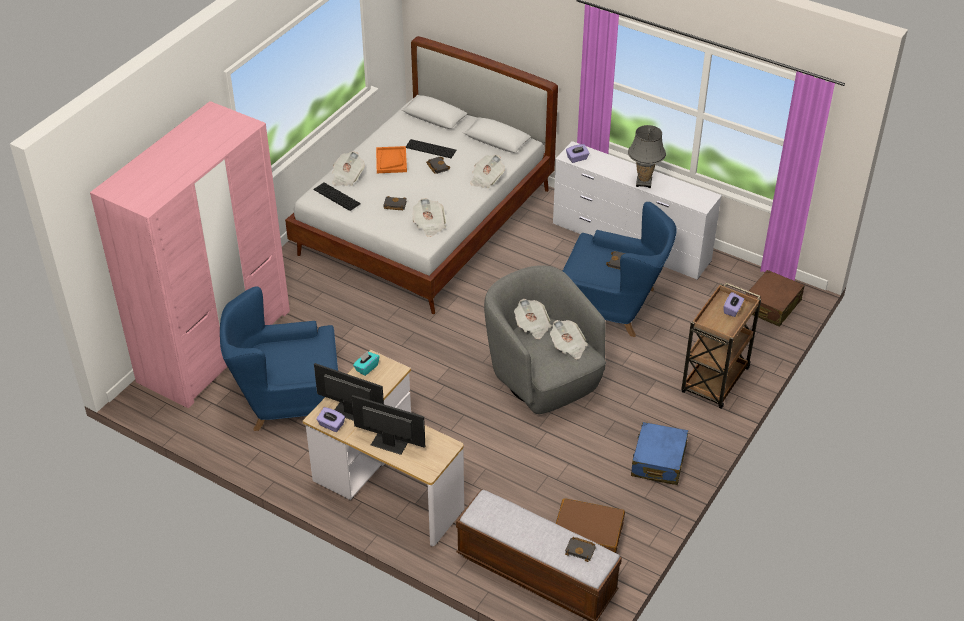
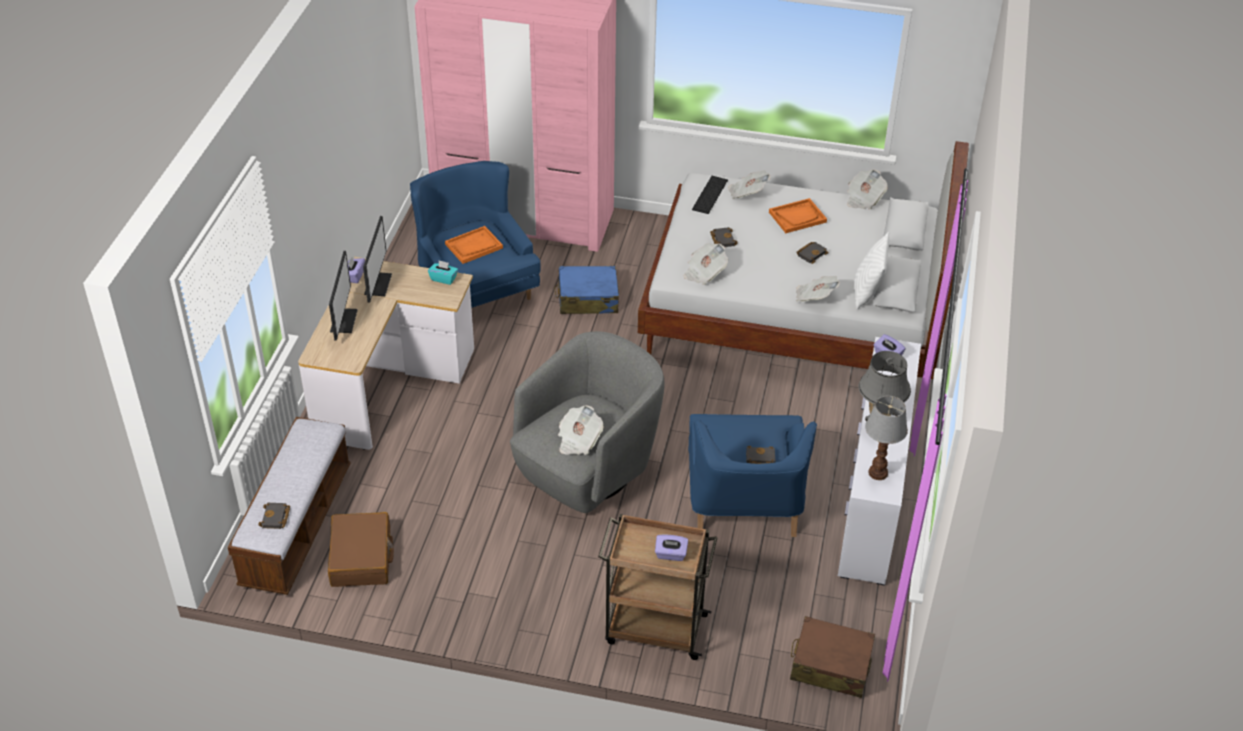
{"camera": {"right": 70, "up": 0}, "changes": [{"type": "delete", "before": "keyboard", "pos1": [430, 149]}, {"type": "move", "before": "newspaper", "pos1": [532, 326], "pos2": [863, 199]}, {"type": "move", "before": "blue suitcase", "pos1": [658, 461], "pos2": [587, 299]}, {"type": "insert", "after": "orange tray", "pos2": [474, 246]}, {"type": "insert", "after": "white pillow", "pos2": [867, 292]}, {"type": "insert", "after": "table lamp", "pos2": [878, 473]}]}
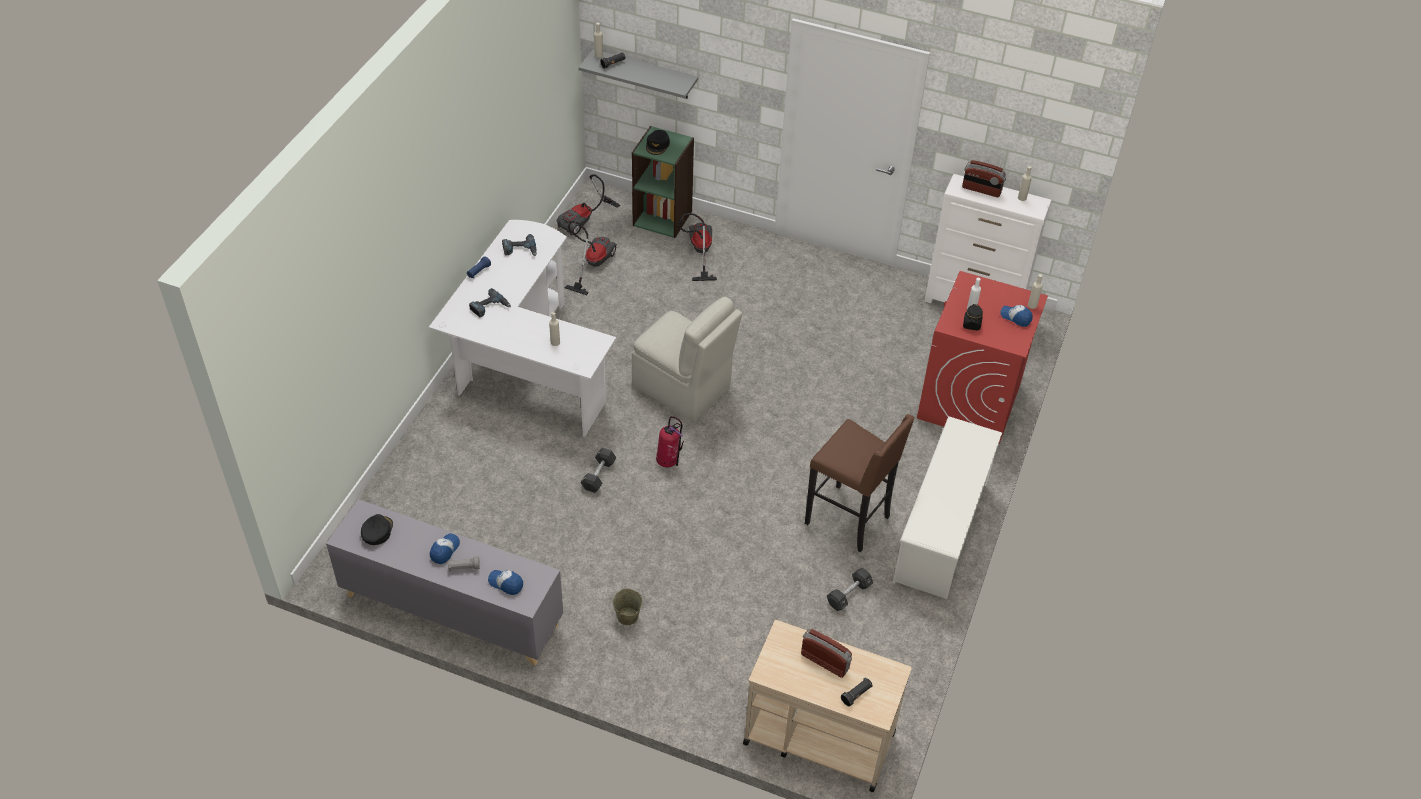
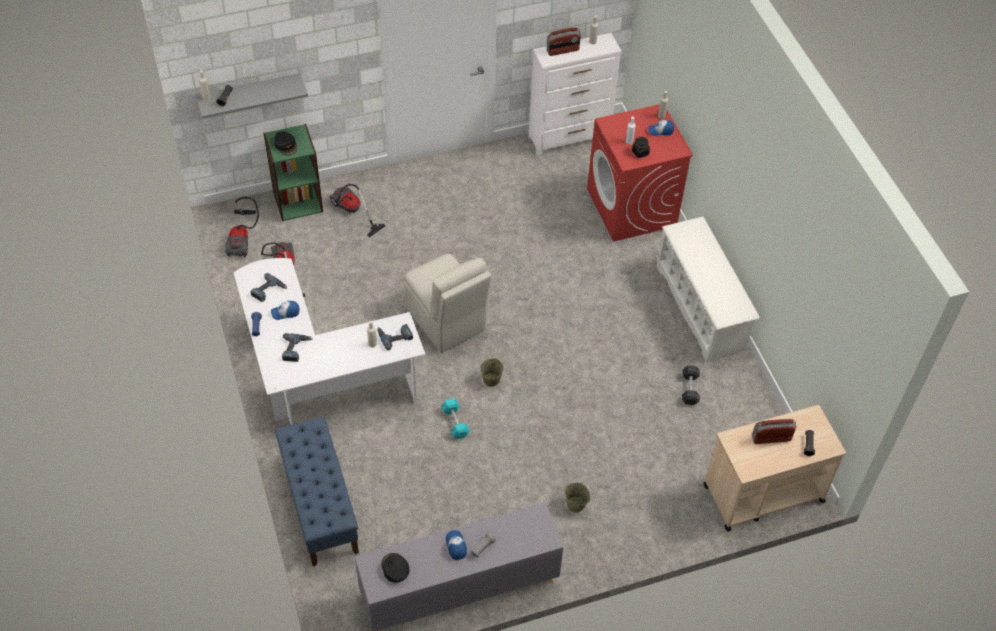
{"camera": {"right": -40, "up": 5}, "changes": [{"type": "move", "before": "cap", "pos1": [506, 583], "pos2": [285, 312]}, {"type": "recolor", "before": "black dumbbell", "after": "turquoise dumbbell", "pos1": [598, 475], "pos2": [455, 422]}, {"type": "rotate", "before": "beige chair", "pos1": [683, 388], "pos2": [446, 321], "turn": 60}, {"type": "replace", "before": "fire extinguisher", "after": "beige bucket", "pos1": [669, 462], "pos2": [491, 380]}, {"type": "delete", "before": "brown stool", "pos1": [849, 520]}, {"type": "insert", "after": "blue bench", "pos2": [319, 505]}, {"type": "insert", "after": "power drill", "pos2": [394, 336]}]}
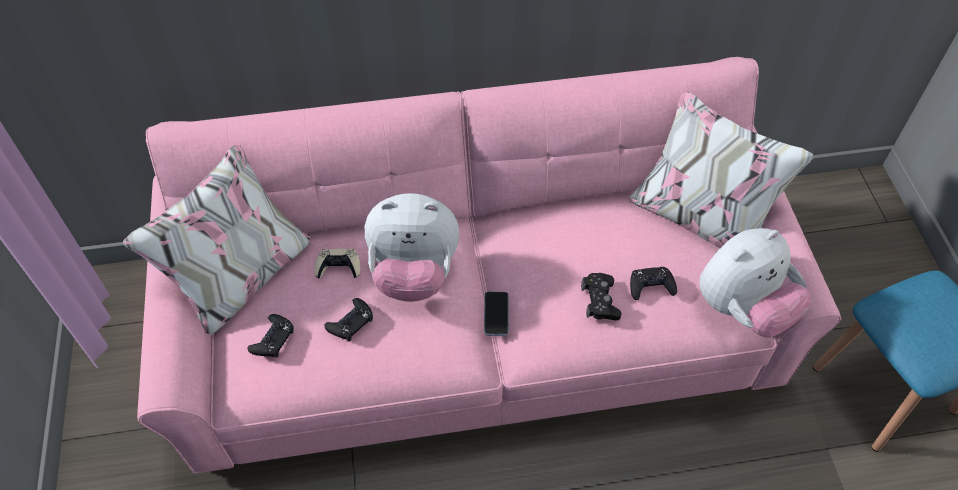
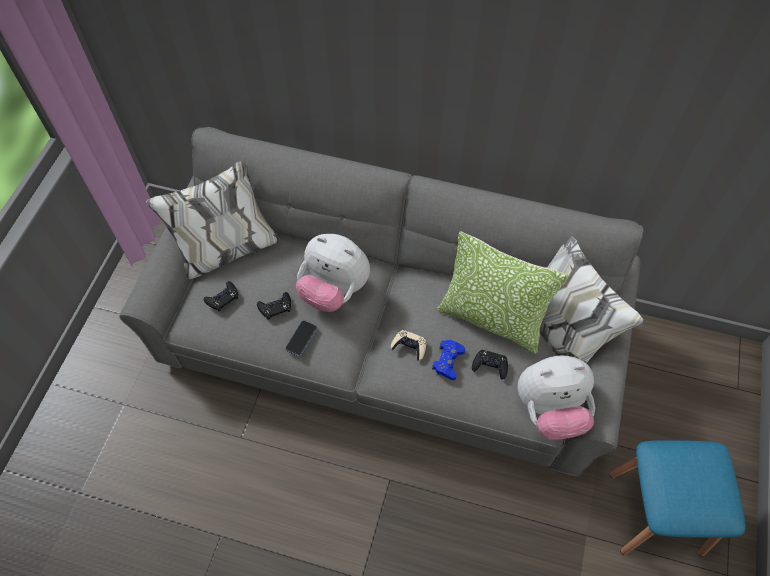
{"camera": {"right": 25, "up": 5}, "changes": [{"type": "recolor", "before": "pink sofa", "after": "grey sofa", "pos1": [479, 324], "pos2": [386, 339]}, {"type": "move", "before": "beige game controller", "pos1": [338, 267], "pos2": [409, 346]}, {"type": "move", "before": "phone", "pos1": [496, 314], "pos2": [301, 338]}, {"type": "recolor", "before": "black game controller", "after": "blue game controller", "pos1": [600, 301], "pos2": [448, 361]}, {"type": "insert", "after": "pillow", "pos2": [491, 319]}]}
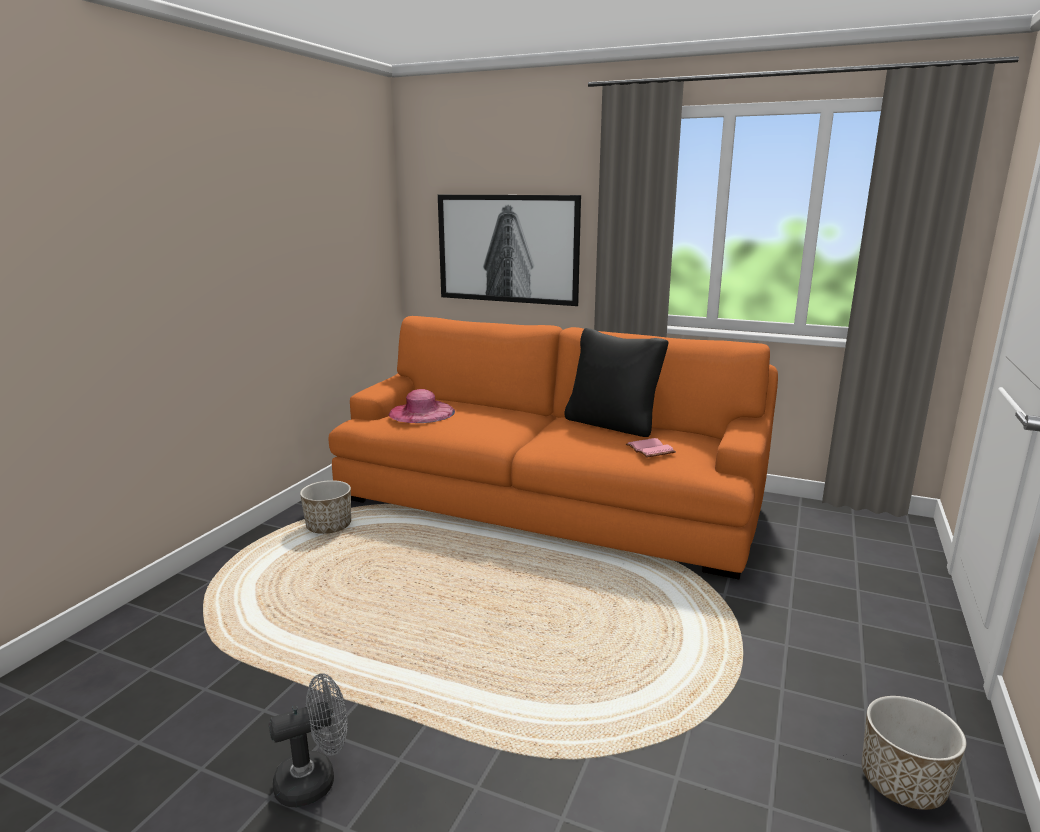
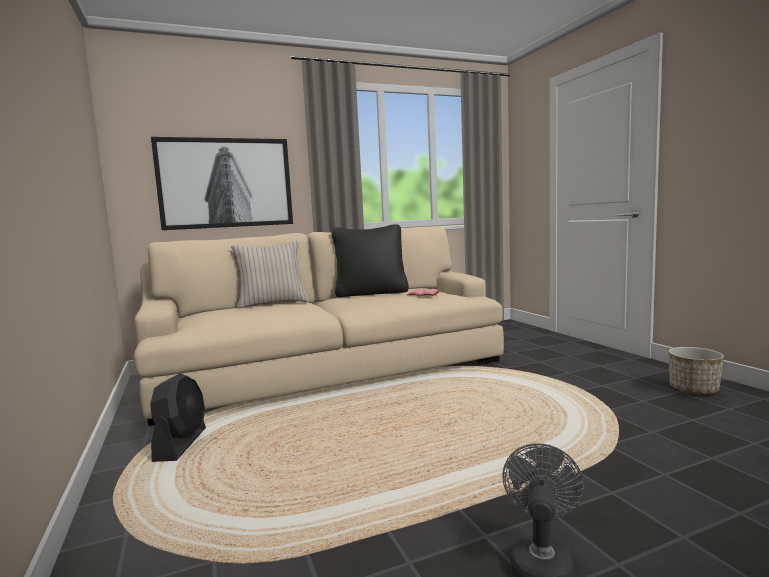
{"camera": {"right": -45, "up": -10}, "changes": [{"type": "replace", "before": "planter", "after": "black fan", "pos1": [329, 527], "pos2": [181, 444]}, {"type": "recolor", "before": "orange sofa", "after": "beige sofa", "pos1": [546, 502], "pos2": [329, 370]}, {"type": "delete", "before": "pink hat", "pos1": [421, 412]}, {"type": "insert", "after": "beige pillow", "pos2": [272, 303]}]}
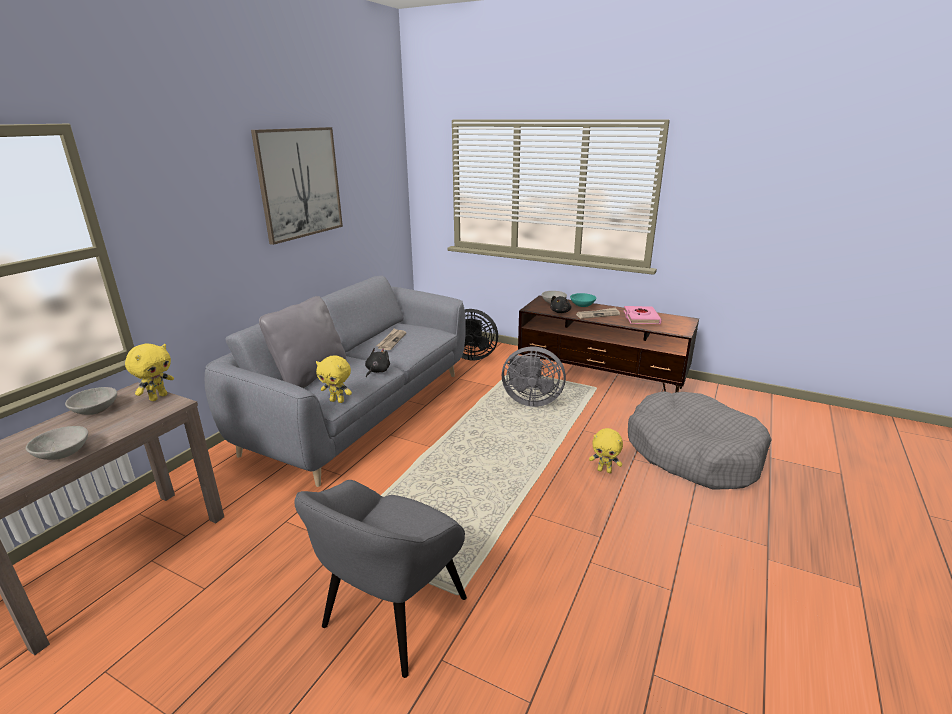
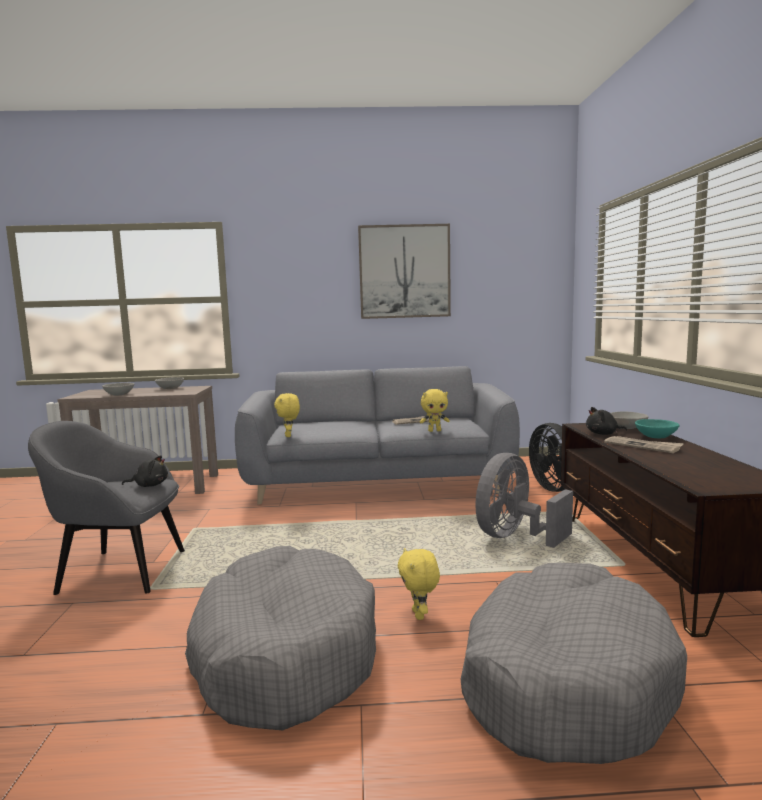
{"camera": {"right": 60, "up": -15}, "changes": [{"type": "move", "before": "yellow plush toy", "pos1": [158, 397], "pos2": [434, 431]}, {"type": "delete", "before": "grey pillow", "pos1": [310, 376]}, {"type": "move", "before": "black plush toy", "pos1": [377, 371], "pos2": [149, 485]}, {"type": "rotate", "before": "grey fan", "pos1": [530, 400], "pos2": [514, 537], "turn": 60}, {"type": "delete", "before": "pink book", "pos1": [641, 318]}, {"type": "insert", "after": "grey dog bed", "pos2": [284, 653]}]}
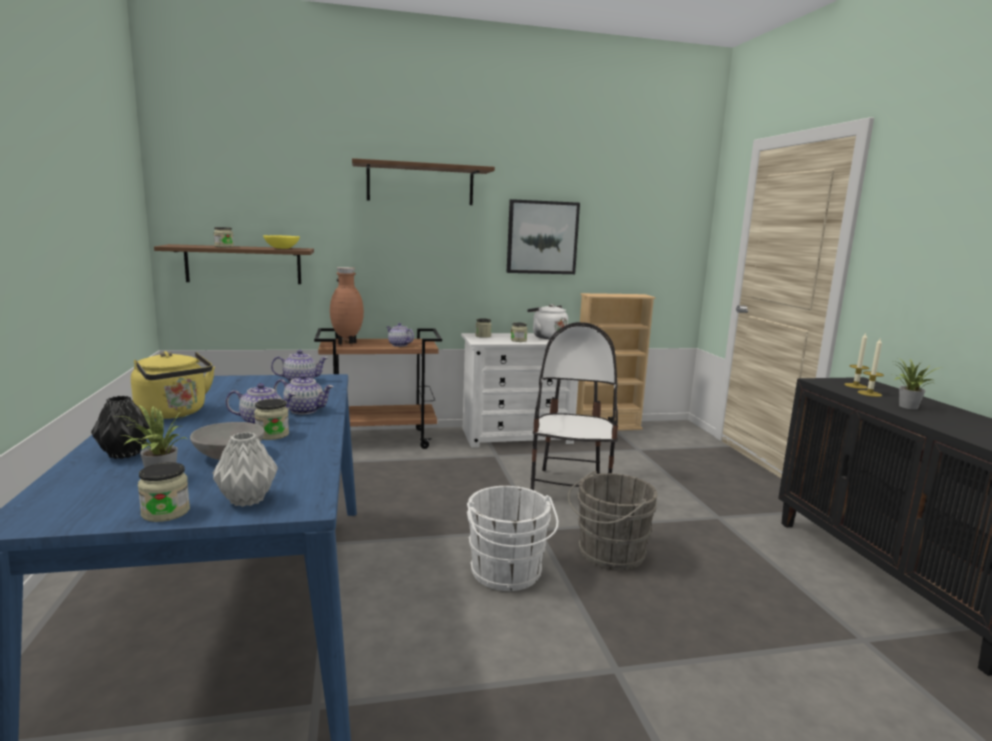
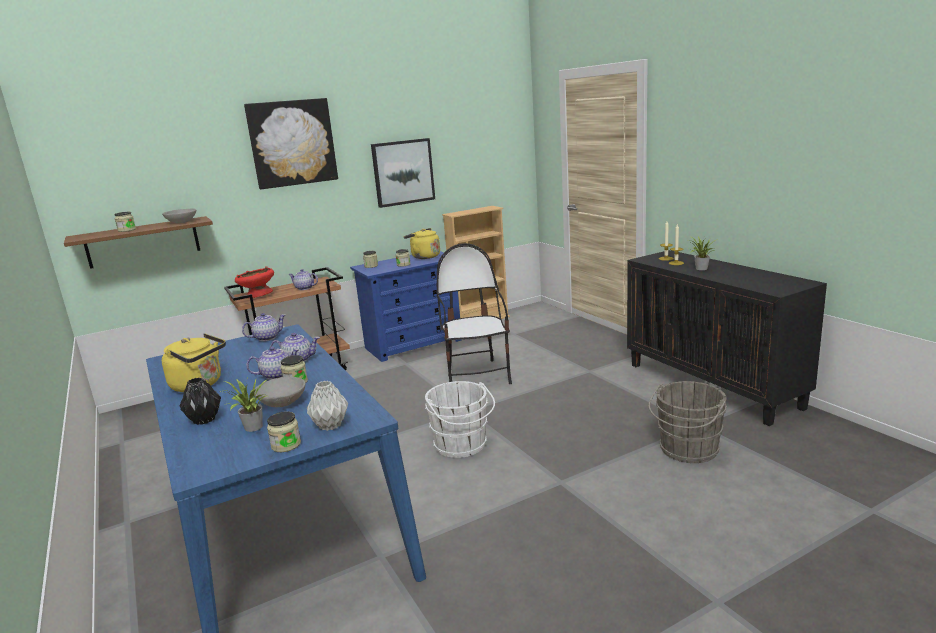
{"camera": {"right": -15, "up": 5}, "changes": [{"type": "recolor", "before": "yellow bowl", "after": "grey bowl", "pos1": [282, 248], "pos2": [182, 222]}, {"type": "replace", "before": "brown vase", "after": "red bowl", "pos1": [347, 343], "pos2": [258, 295]}, {"type": "replace", "before": "brown shelf", "after": "picture", "pos1": [420, 184], "pos2": [292, 143]}, {"type": "recolor", "before": "white dresser", "after": "blue dresser", "pos1": [517, 436], "pos2": [414, 344]}, {"type": "recolor", "before": "white kettle", "after": "yellow kettle", "pos1": [547, 337], "pos2": [424, 257]}, {"type": "move", "before": "grey bucket", "pos1": [608, 554], "pos2": [687, 450]}]}
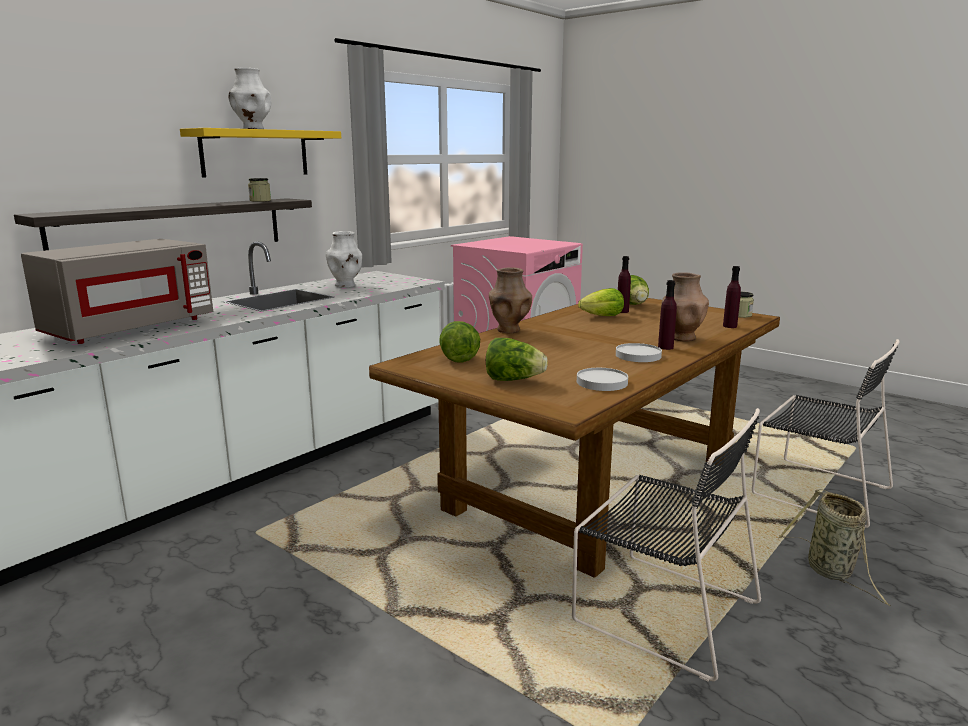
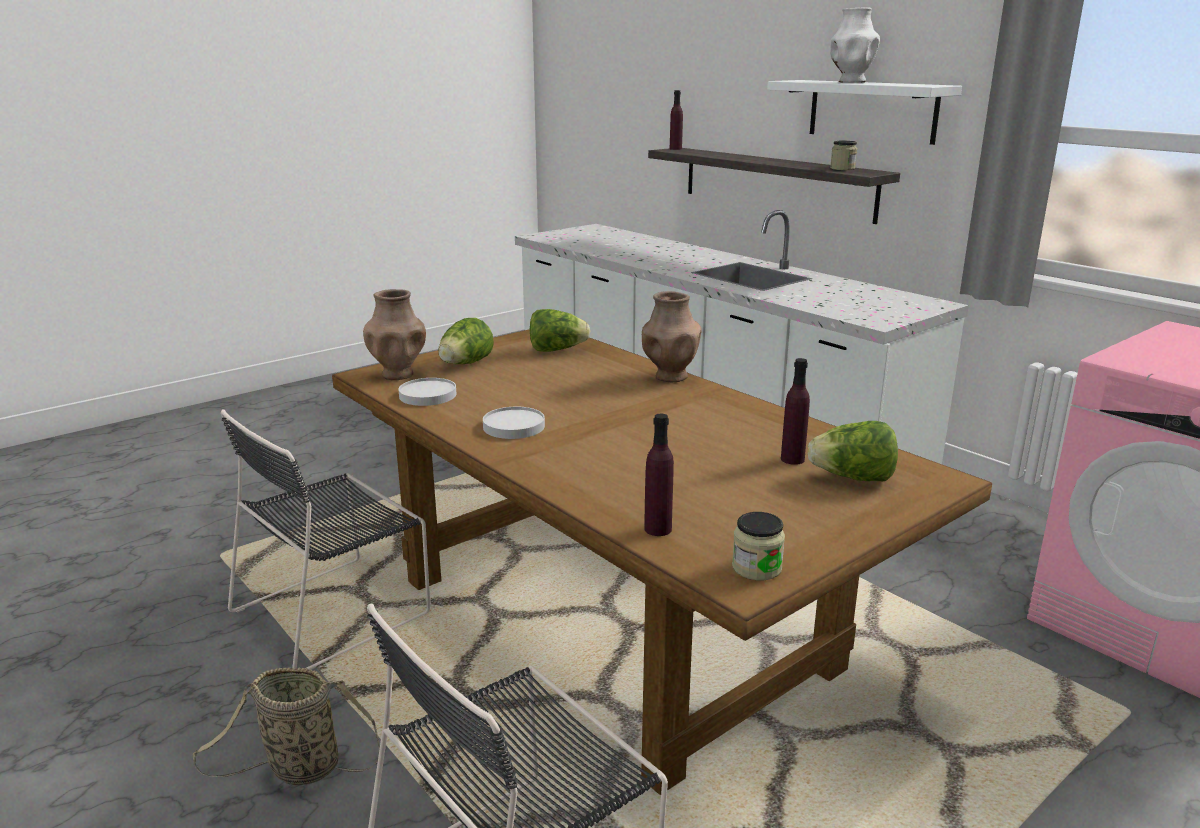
{"camera": {"right": 100, "up": 5}, "changes": [{"type": "delete", "before": "grey microwave", "pos1": [130, 328]}, {"type": "recolor", "before": "yellow shelf", "after": "white shelf", "pos1": [255, 153], "pos2": [872, 111]}, {"type": "delete", "before": "white vase", "pos1": [345, 285]}, {"type": "delete", "before": "lettuce", "pos1": [603, 316]}, {"type": "move", "before": "purple bottle", "pos1": [665, 347], "pos2": [675, 149]}, {"type": "move", "before": "brown vase", "pos1": [681, 338], "pos2": [398, 374]}]}
